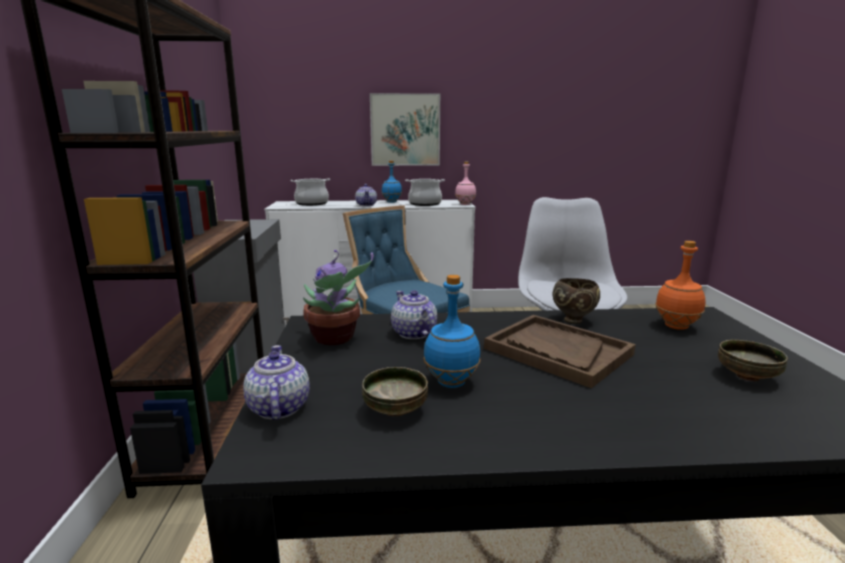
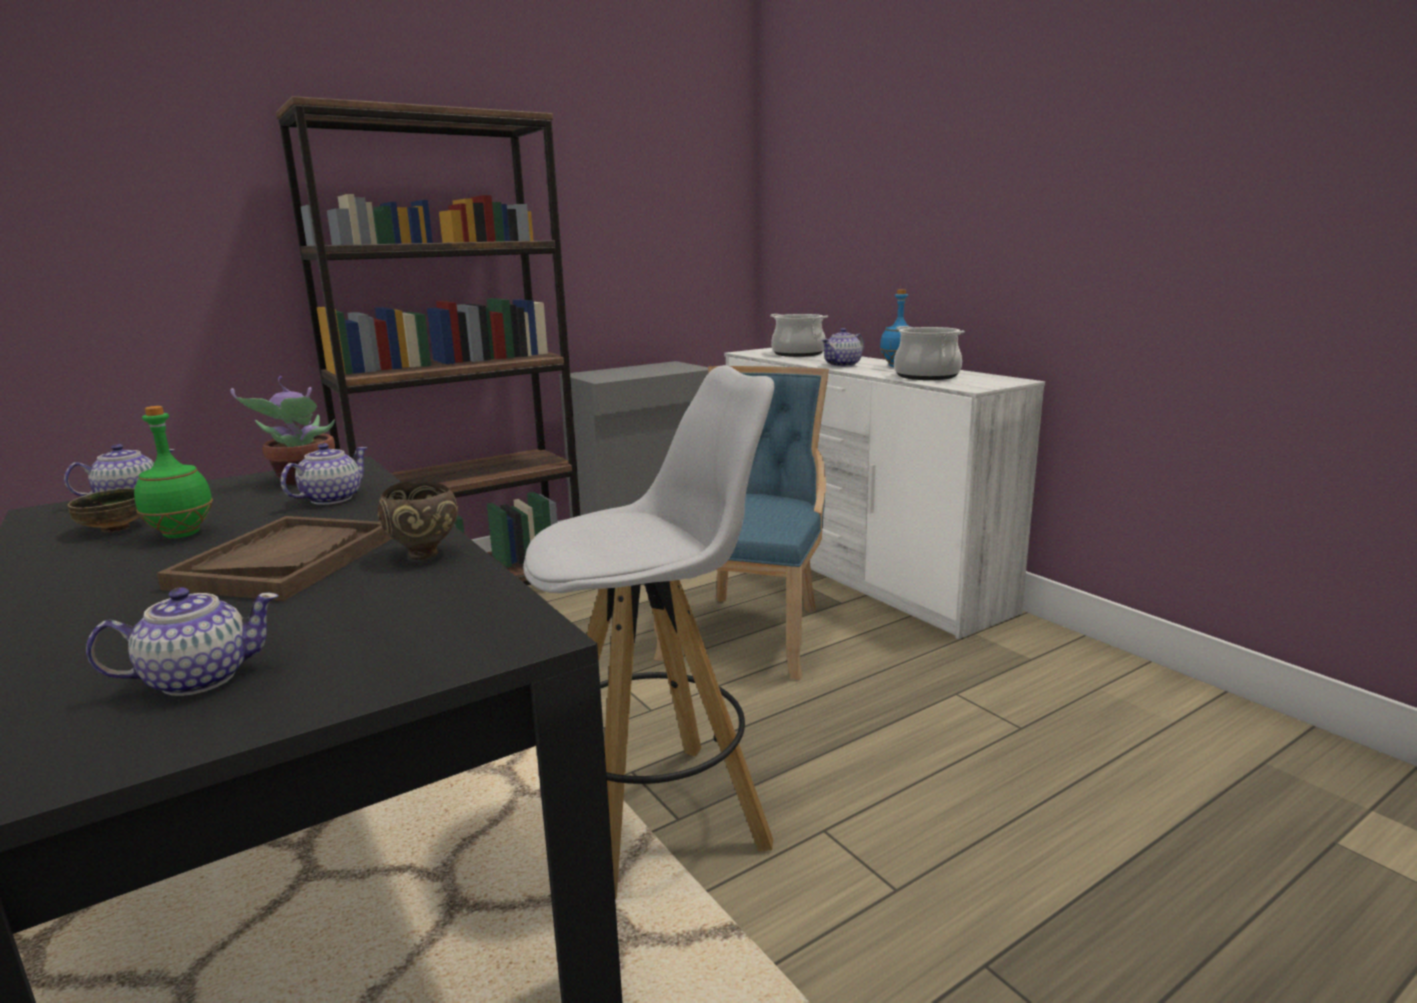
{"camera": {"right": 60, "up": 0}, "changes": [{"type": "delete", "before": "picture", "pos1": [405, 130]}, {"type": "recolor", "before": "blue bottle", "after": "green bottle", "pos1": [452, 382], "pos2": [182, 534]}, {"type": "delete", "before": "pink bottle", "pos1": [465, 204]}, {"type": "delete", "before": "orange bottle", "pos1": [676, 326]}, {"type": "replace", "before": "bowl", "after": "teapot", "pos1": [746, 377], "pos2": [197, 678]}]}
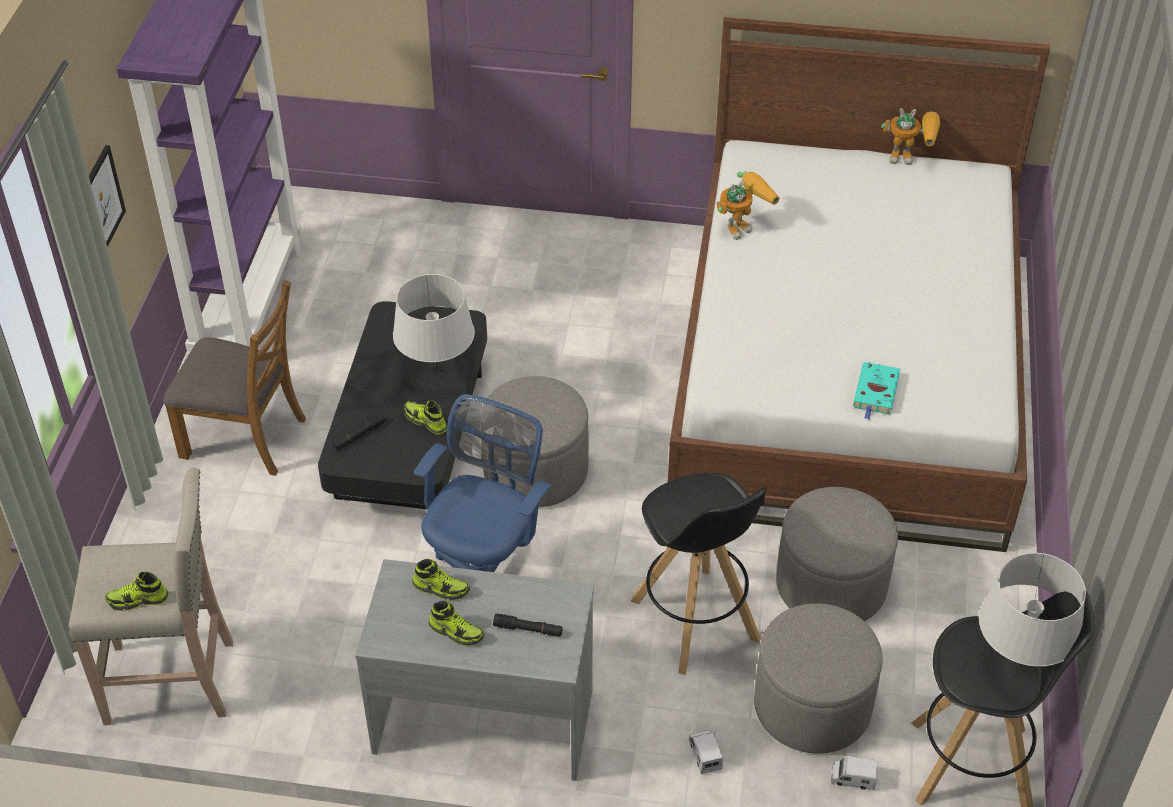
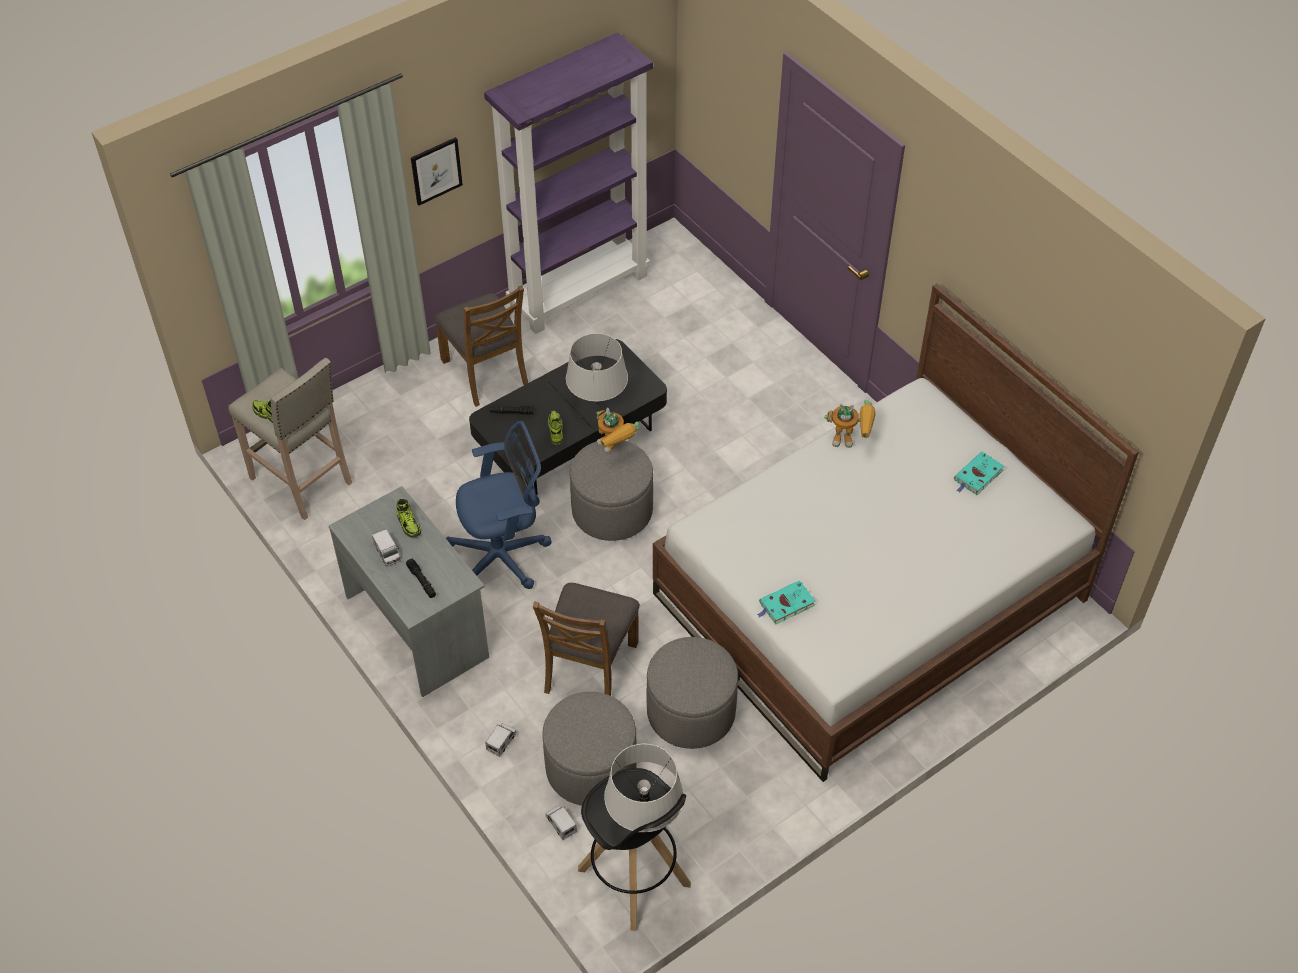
{"camera": {"right": 45, "up": 5}, "changes": [{"type": "replace", "before": "shoe", "after": "toy truck", "pos1": [456, 632], "pos2": [387, 553]}, {"type": "replace", "before": "black stool", "after": "brown chair", "pos1": [695, 621], "pos2": [589, 667]}, {"type": "move", "before": "toy robot", "pos1": [910, 157], "pos2": [615, 448]}, {"type": "insert", "after": "turquoise book", "pos2": [977, 476]}]}
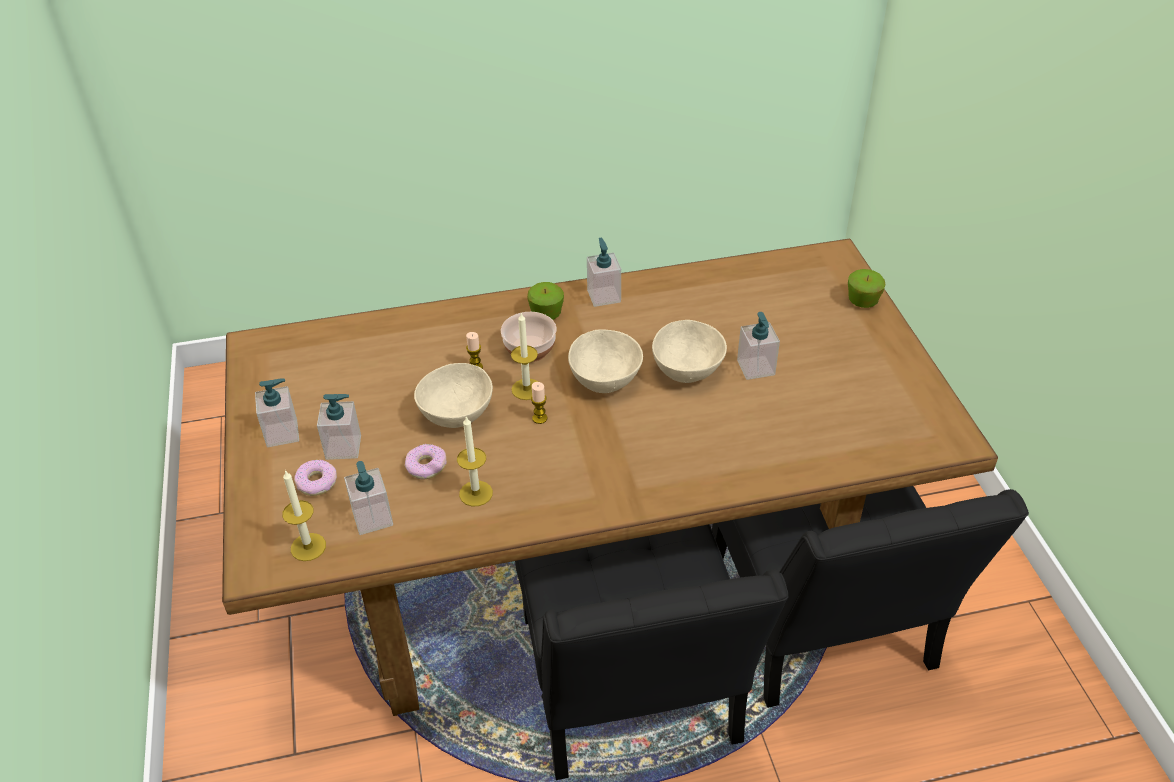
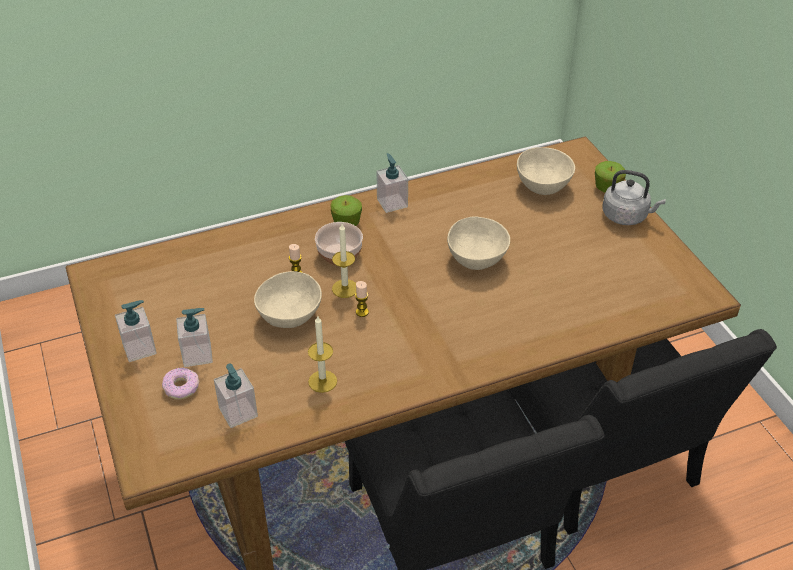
{"camera": {"right": -10, "up": 0}, "changes": [{"type": "delete", "before": "candle", "pos1": [308, 547]}, {"type": "delete", "before": "donut", "pos1": [426, 466]}, {"type": "move", "before": "beige bowl", "pos1": [605, 379], "pos2": [543, 185]}, {"type": "delete", "before": "soap dispenser", "pos1": [756, 368]}, {"type": "insert", "after": "grey kettle", "pos2": [627, 216]}]}
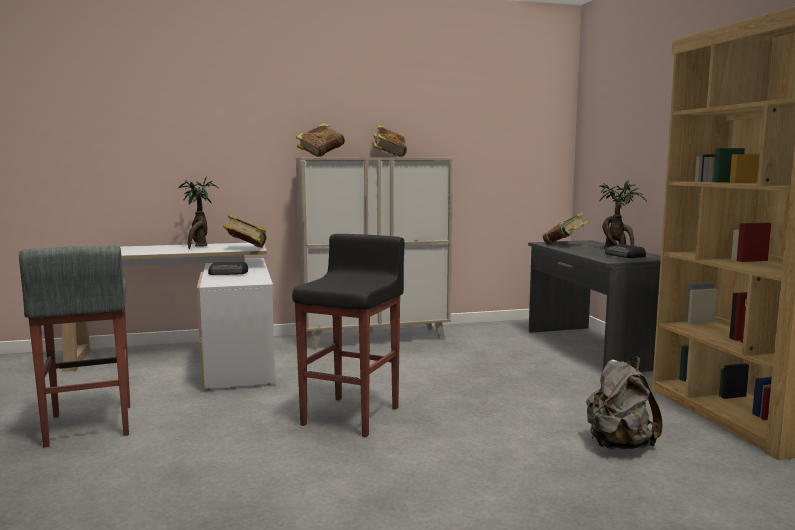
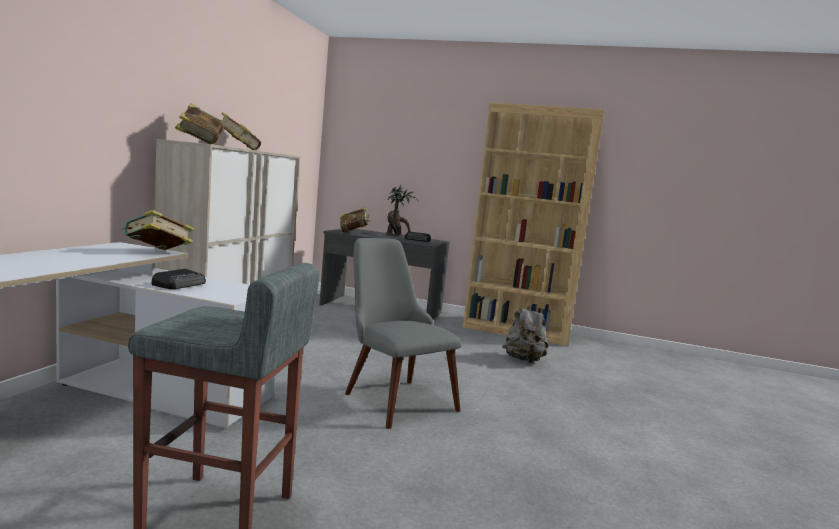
{"camera": {"right": -60, "up": 0}, "changes": [{"type": "delete", "before": "potted plant", "pos1": [199, 246]}, {"type": "replace", "before": "black stool", "after": "grey chair", "pos1": [353, 415], "pos2": [392, 396]}]}
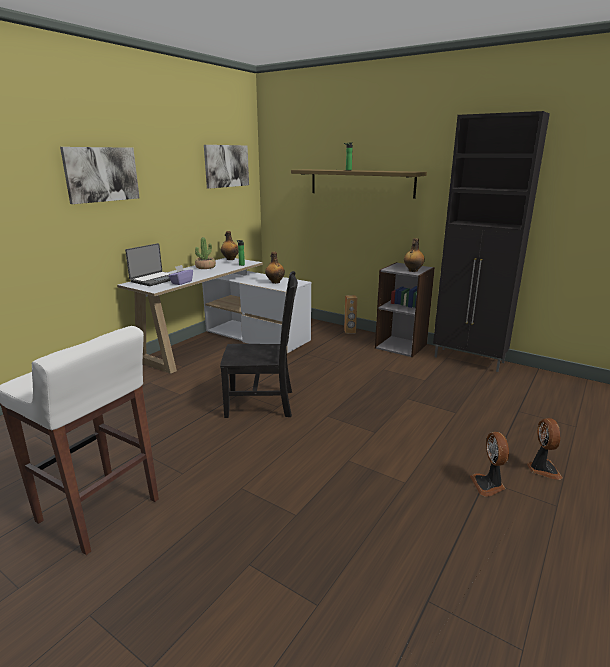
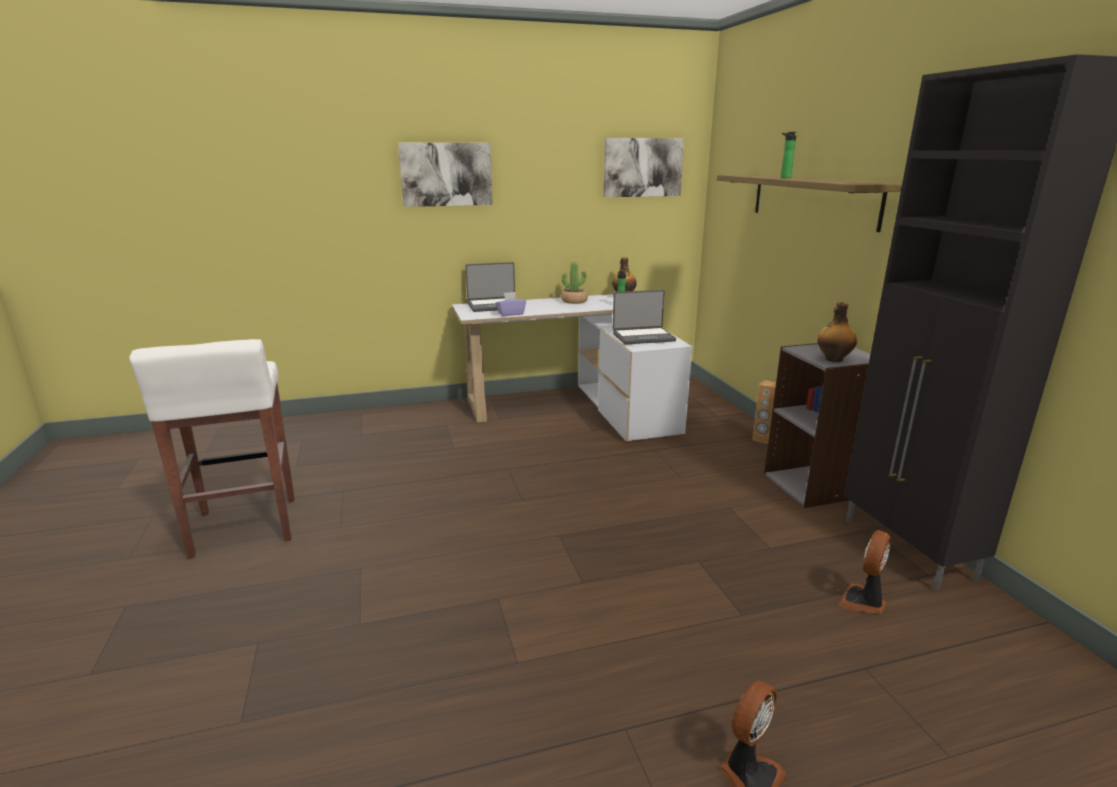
{"camera": {"right": 40, "up": 0}, "changes": [{"type": "delete", "before": "black chair", "pos1": [262, 404]}, {"type": "replace", "before": "bottle", "after": "laptop", "pos1": [275, 282], "pos2": [643, 337]}, {"type": "move", "before": "fan", "pos1": [488, 485], "pos2": [863, 602]}]}
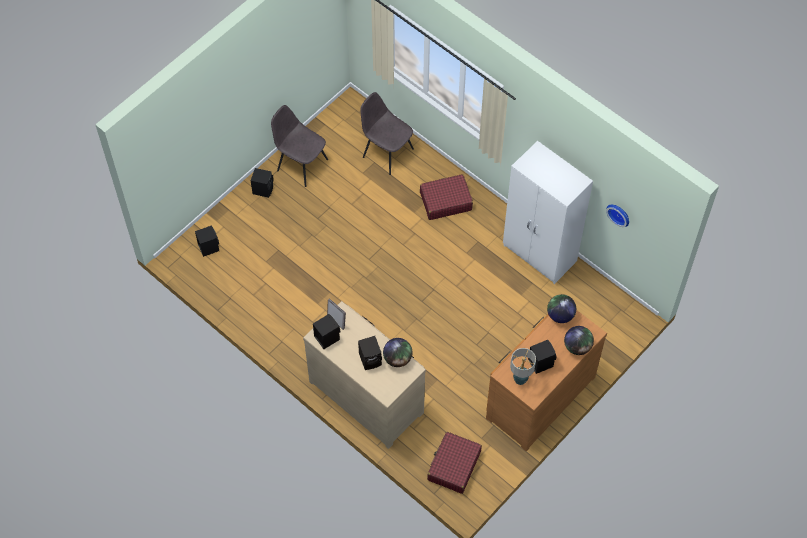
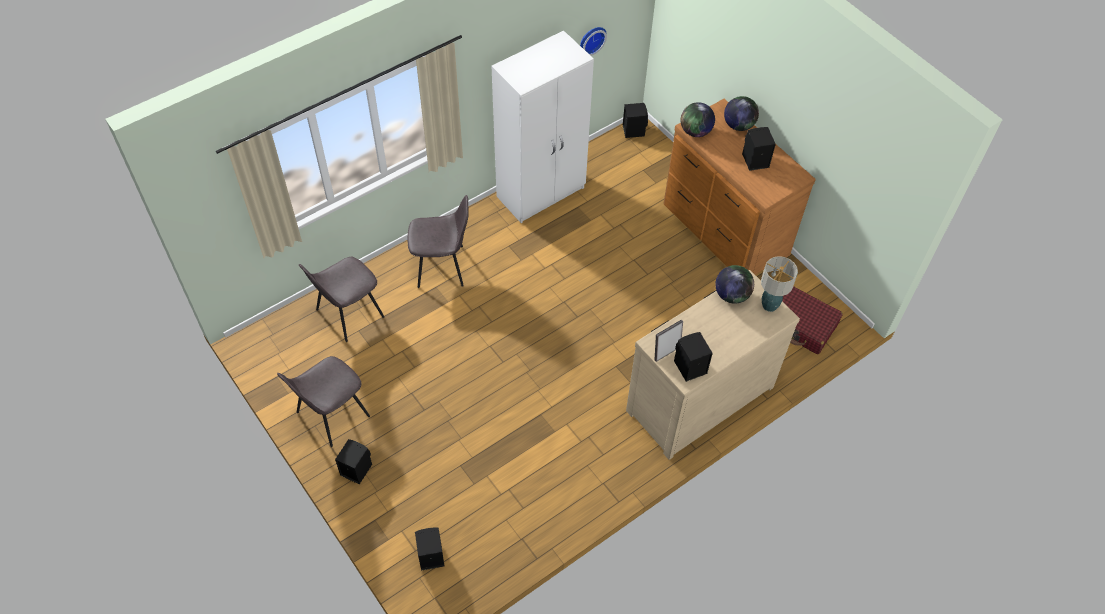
{"camera": {"right": -80, "up": -5}, "changes": [{"type": "move", "before": "black speaker", "pos1": [371, 359], "pos2": [633, 130]}, {"type": "replace", "before": "red suitcase", "after": "grey chair", "pos1": [445, 201], "pos2": [442, 266]}, {"type": "move", "before": "table lamp", "pos1": [520, 379], "pos2": [769, 305]}]}
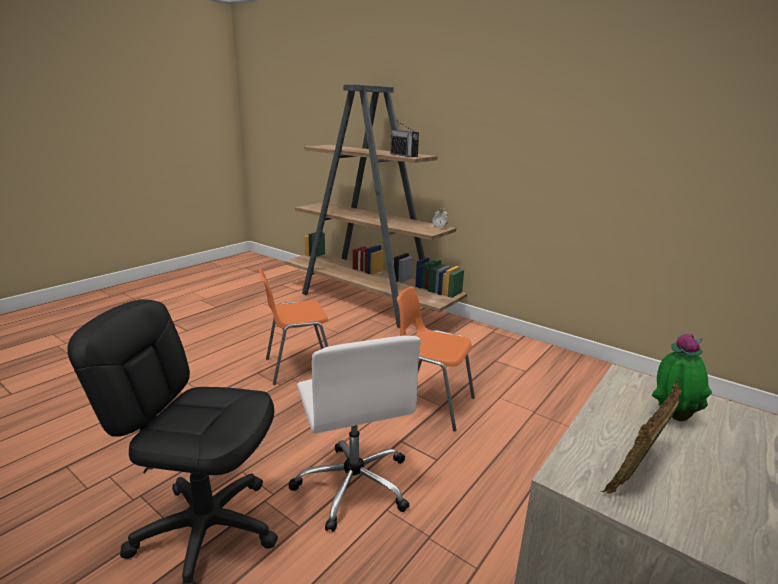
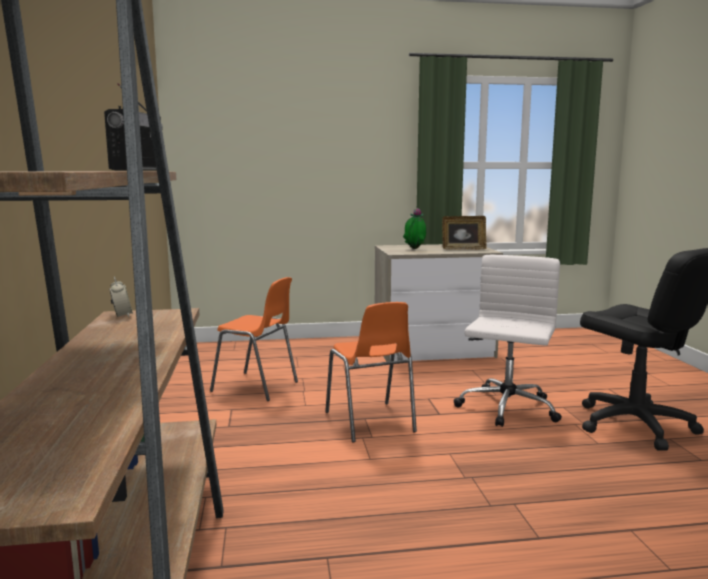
{"camera": {"right": -135, "up": -10}, "changes": [{"type": "move", "before": "orange chair", "pos1": [298, 366], "pos2": [257, 387]}]}
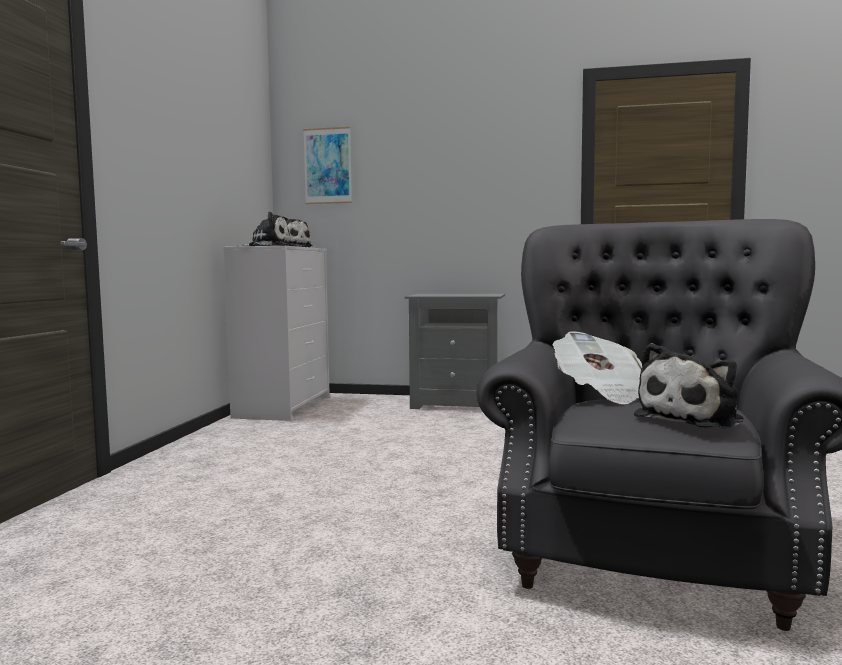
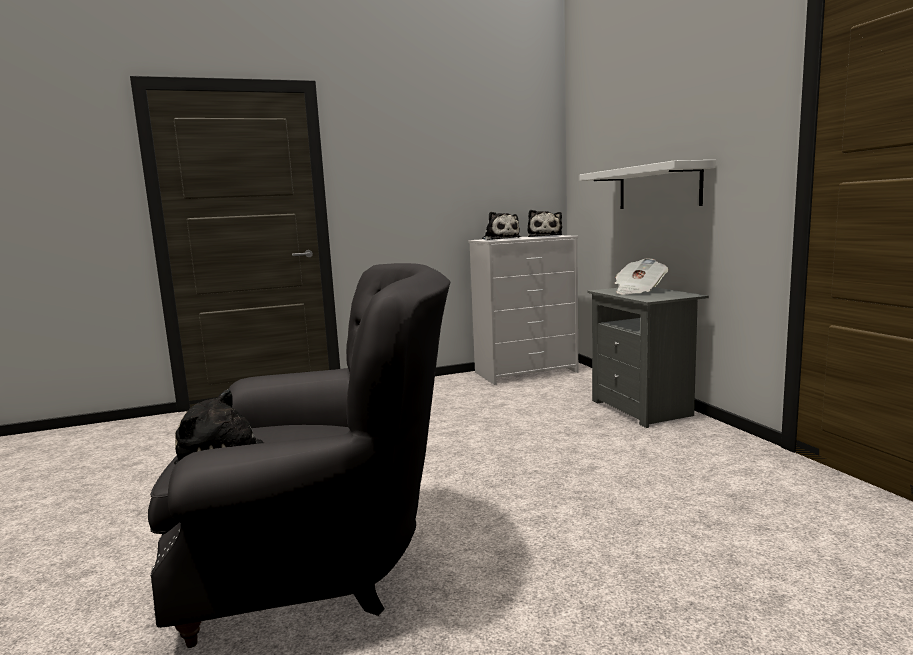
{"camera": {"right": 60, "up": 5}, "changes": [{"type": "delete", "before": "picture", "pos1": [328, 166]}, {"type": "move", "before": "newspaper", "pos1": [602, 393], "pos2": [638, 291]}, {"type": "insert", "after": "white shelf", "pos2": [658, 187]}]}
